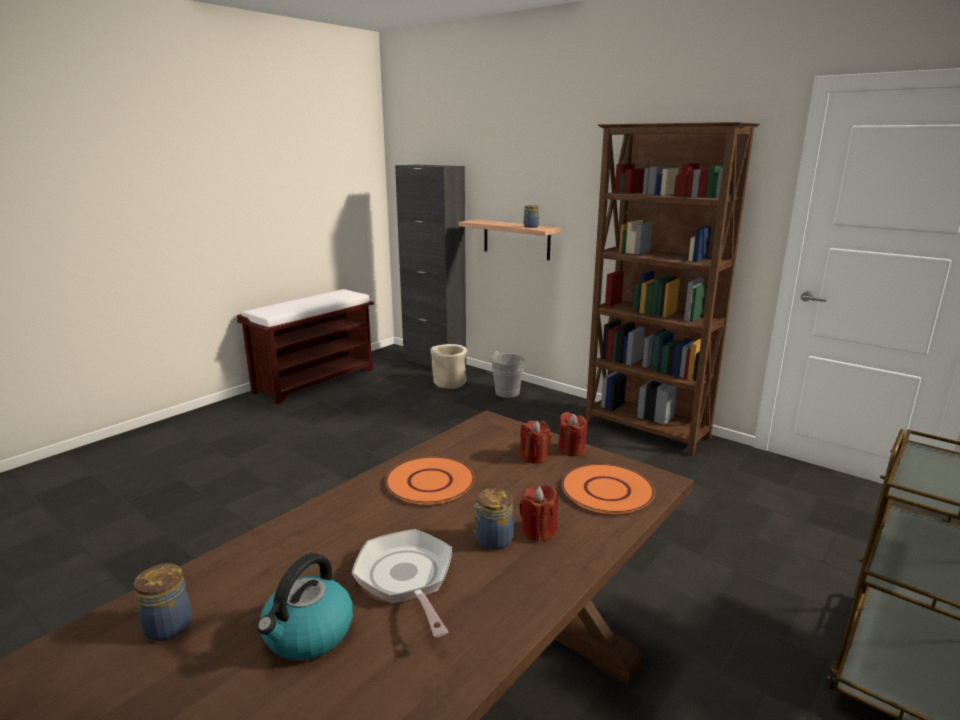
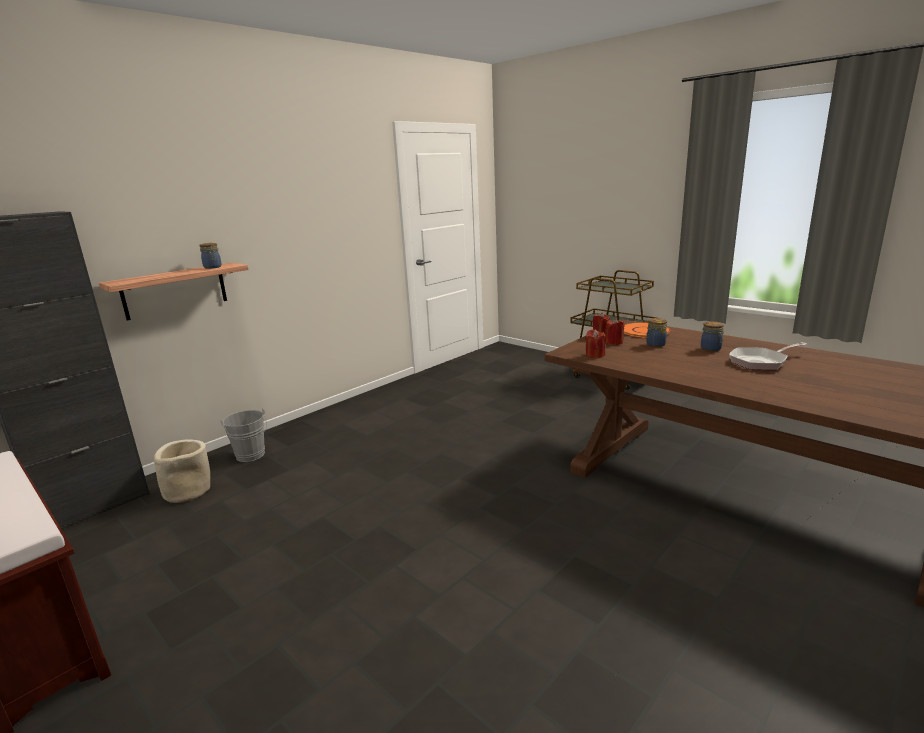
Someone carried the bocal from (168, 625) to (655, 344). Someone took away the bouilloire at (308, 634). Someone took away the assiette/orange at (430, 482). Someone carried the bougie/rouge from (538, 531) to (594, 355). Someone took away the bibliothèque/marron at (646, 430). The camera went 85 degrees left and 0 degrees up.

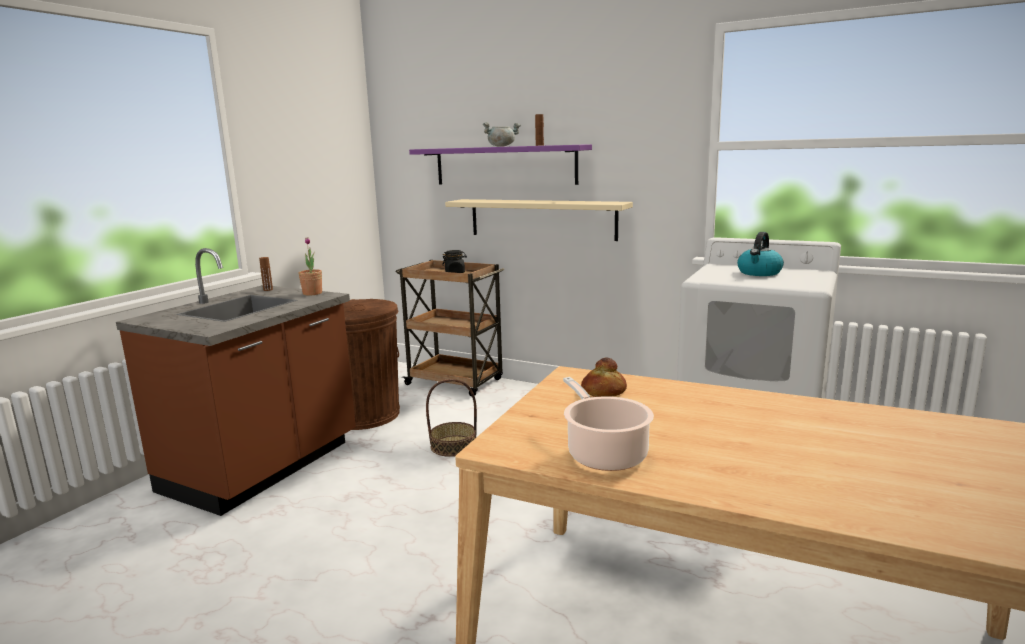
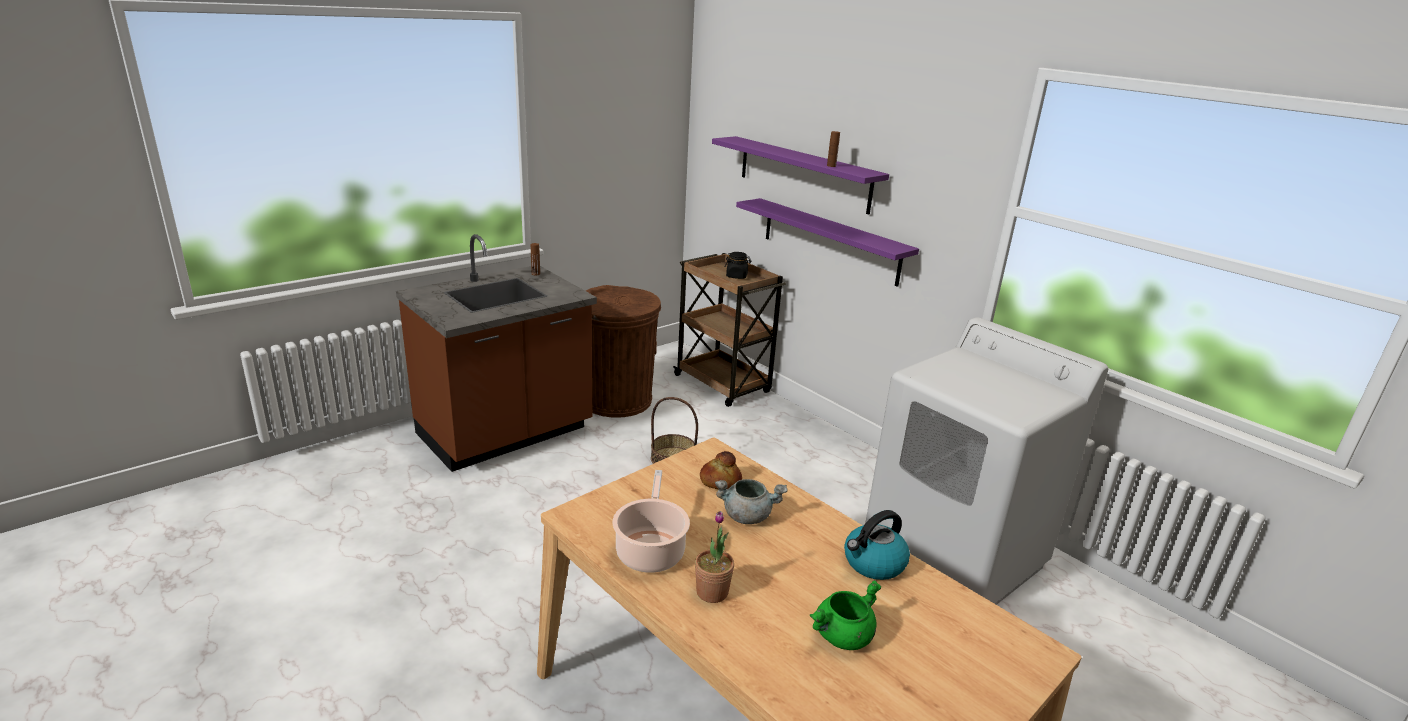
Someone carried the plante en pot from (312, 293) to (712, 592). Someone repainted the étagère/beige at (541, 219), which became the étagère/violet at (830, 241). Someone carried the marmite/gris from (501, 146) to (747, 516). Someone carried the bouilloire from (759, 273) to (873, 563). Someone put down the marmite/vert at (842, 637). The camera went 20 degrees right and 10 degrees up.

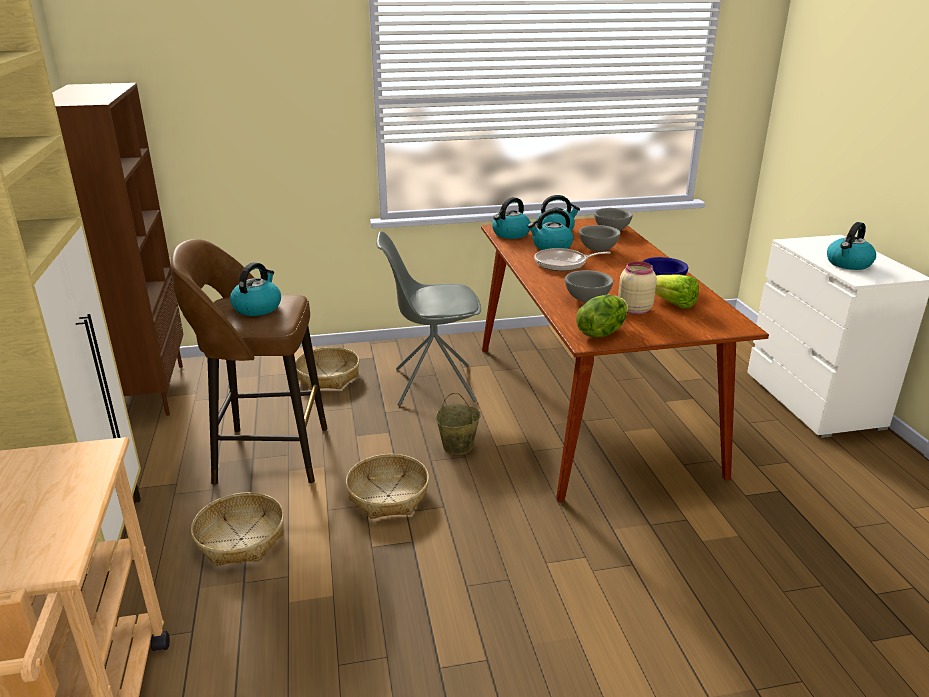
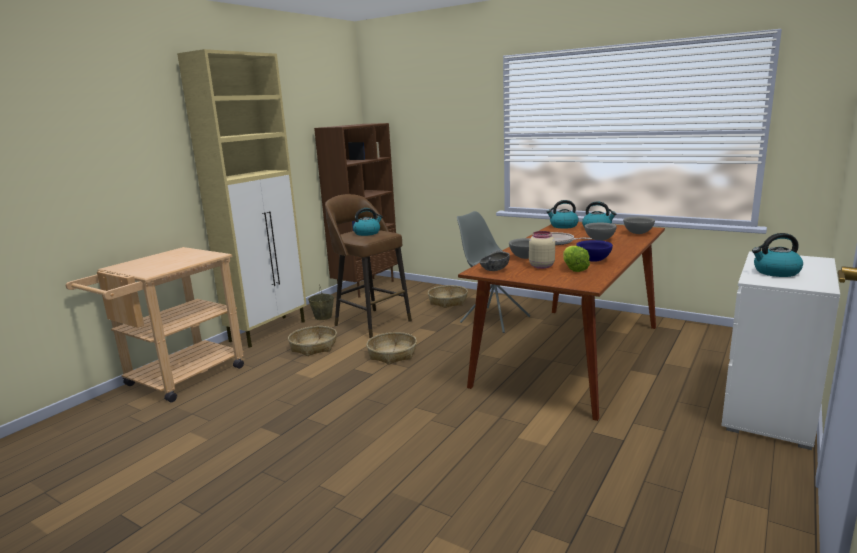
Someone carried the seau/beige from (457, 447) to (322, 317). Someone took away the bouilloire at (551, 246). Someone swapped the laitue at (601, 332) for the bol/gris at (494, 270). The camera went 45 degrees right and 10 degrees down.

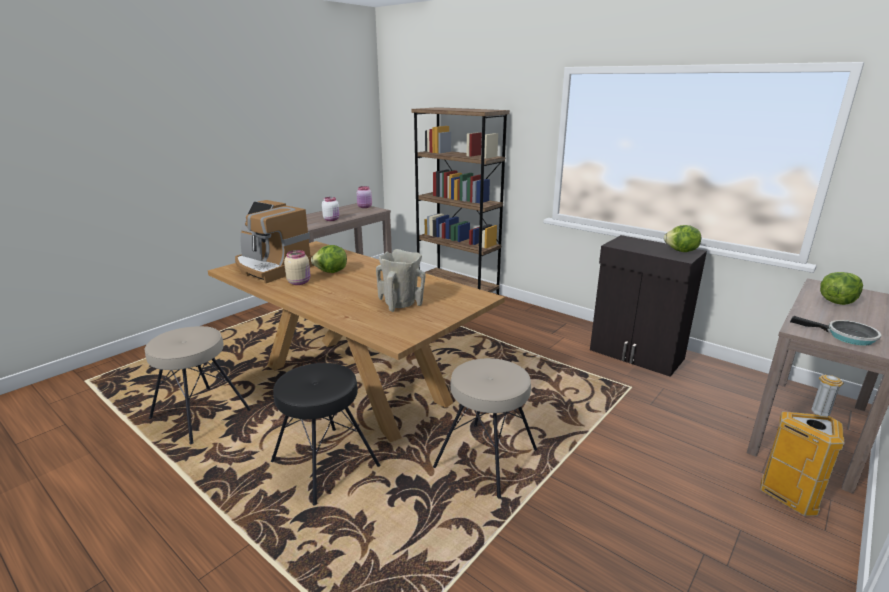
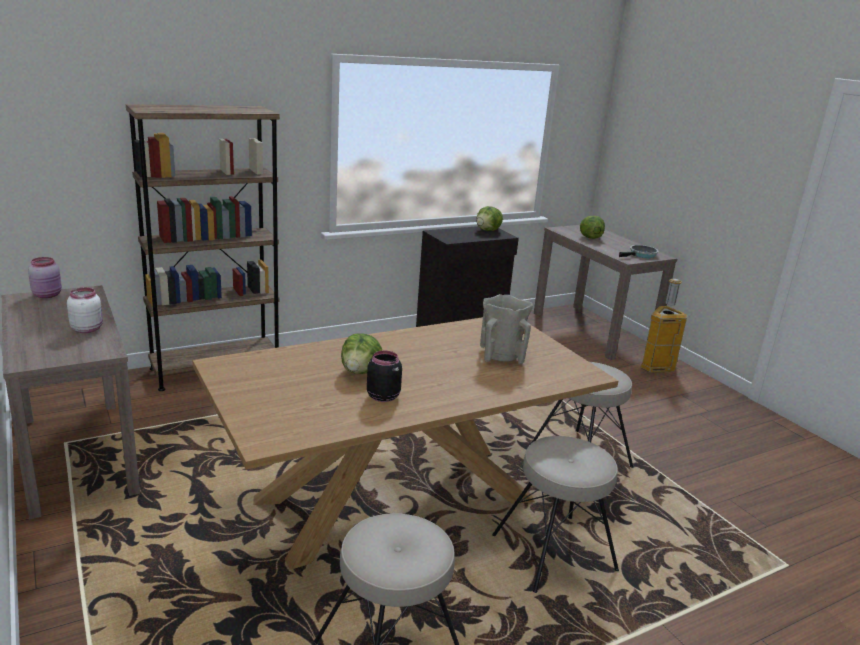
Someone took away the machine à café at (271, 268). Someone repainted the tabouret/noir at (324, 465), which became the tabouret/beige at (554, 553). Someone repainted the bocal/beige at (299, 282), which became the bocal/noir at (383, 396). The camera went 70 degrees left and 0 degrees up.

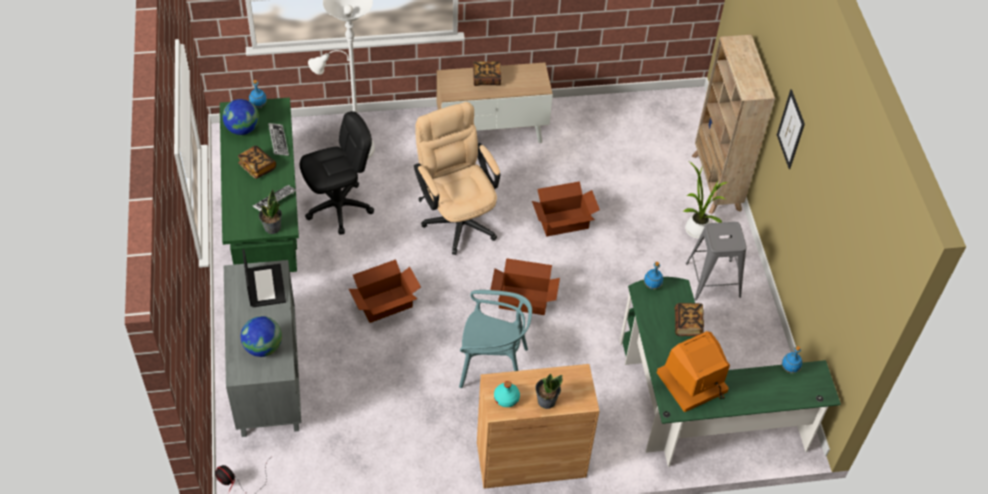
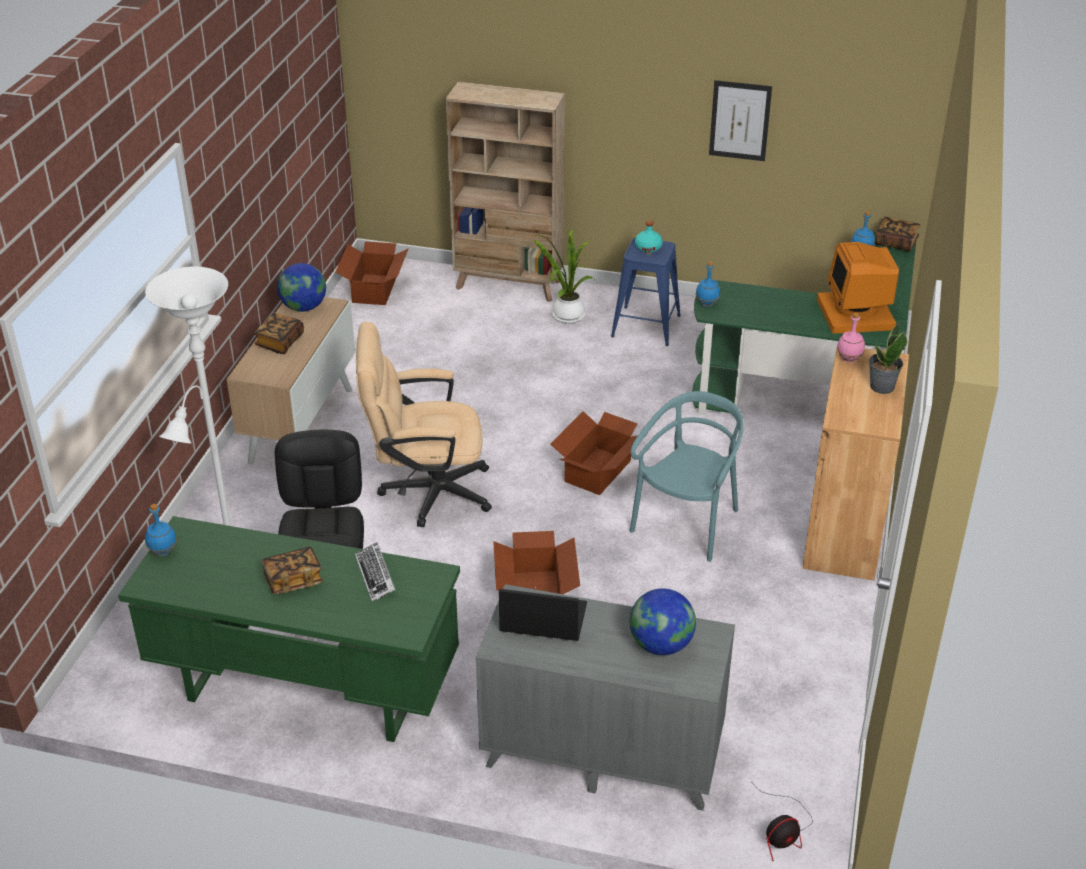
Someone carried the globe from (242, 129) to (304, 307). Someone took away the plante en pot at (272, 227). Someone took away the clavier at (278, 141). Someone carried the bouteille/turquoise from (506, 398) to (648, 247). Someone carried the carton from (564, 222) to (375, 289). Someone carried the livre from (688, 324) to (895, 243). Someone repainted the tabouret/gris at (713, 280), which became the tabouret/bleu at (646, 326). Someone carried the tableau from (791, 129) to (740, 120). Someone put down the bouteille/rose at (849, 359). The camera went 65 degrees left and 15 degrees down.

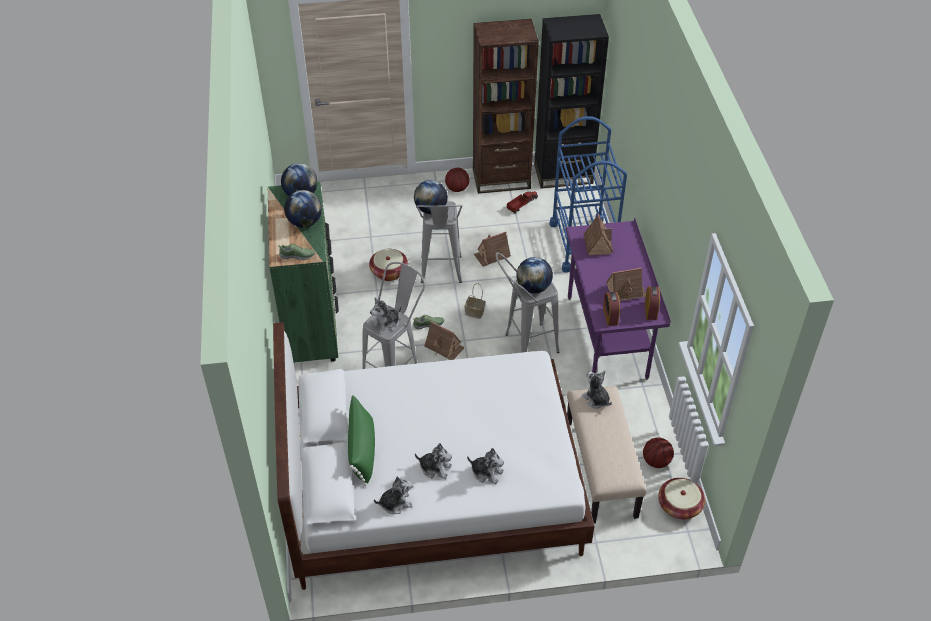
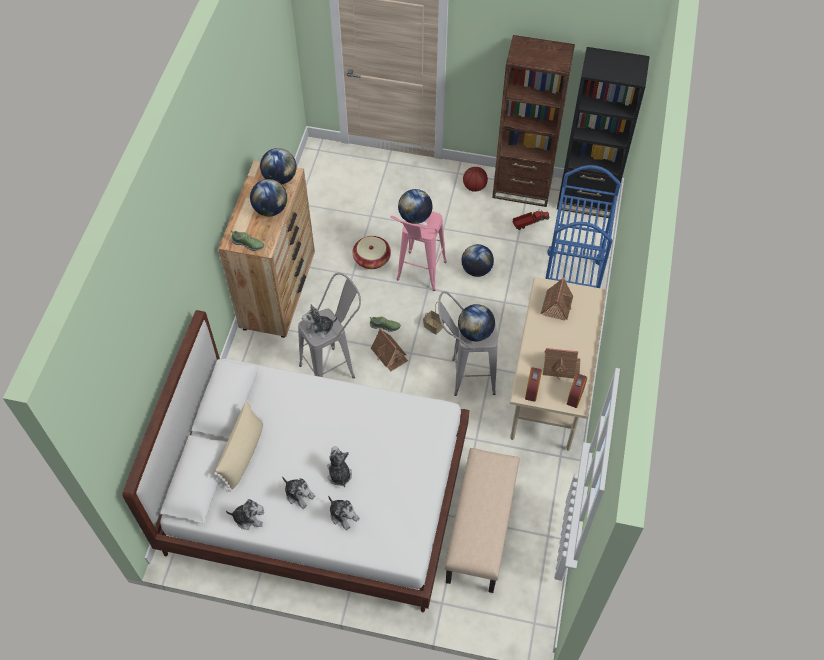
Someone repainted the commode/vert at (311, 324), which became the commode/marron at (279, 293). Someone repainted the coussin/vert at (362, 450), which became the coussin/beige at (243, 453). Someone repainted the tabouret/gris at (441, 275), which became the tabouret/rose at (419, 277). Someone swapped the maison miniature at (492, 255) for the globe at (476, 270). Someone repainted the bureau/violet at (607, 337), which became the bureau/beige at (549, 393). Someone carried the peluche from (596, 399) to (339, 474). Someone took away the ballon de basket at (656, 461). Someone took away the panier at (679, 506). The camera went 20 degrees right and 10 degrees up.

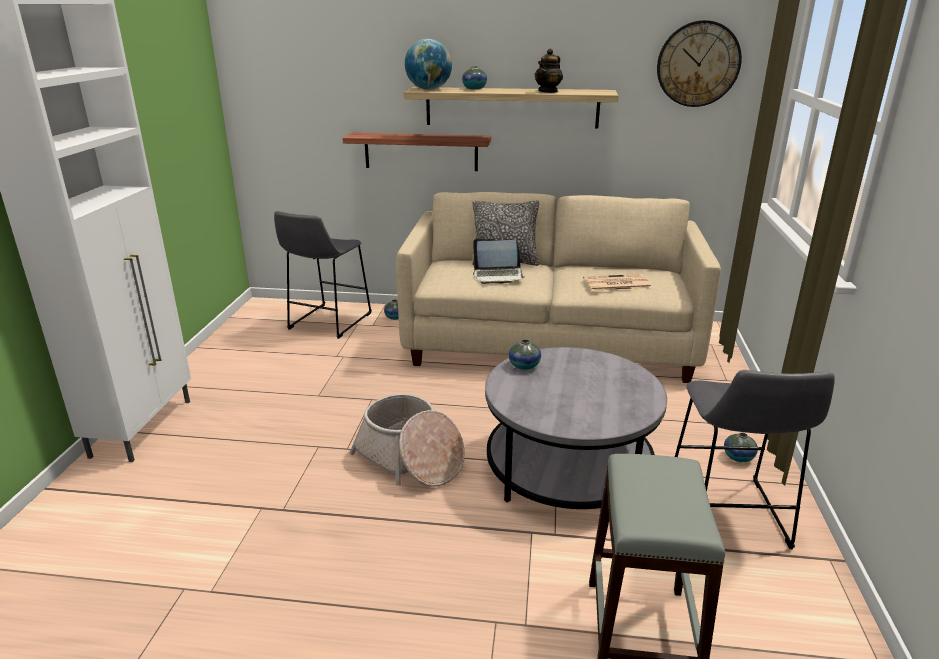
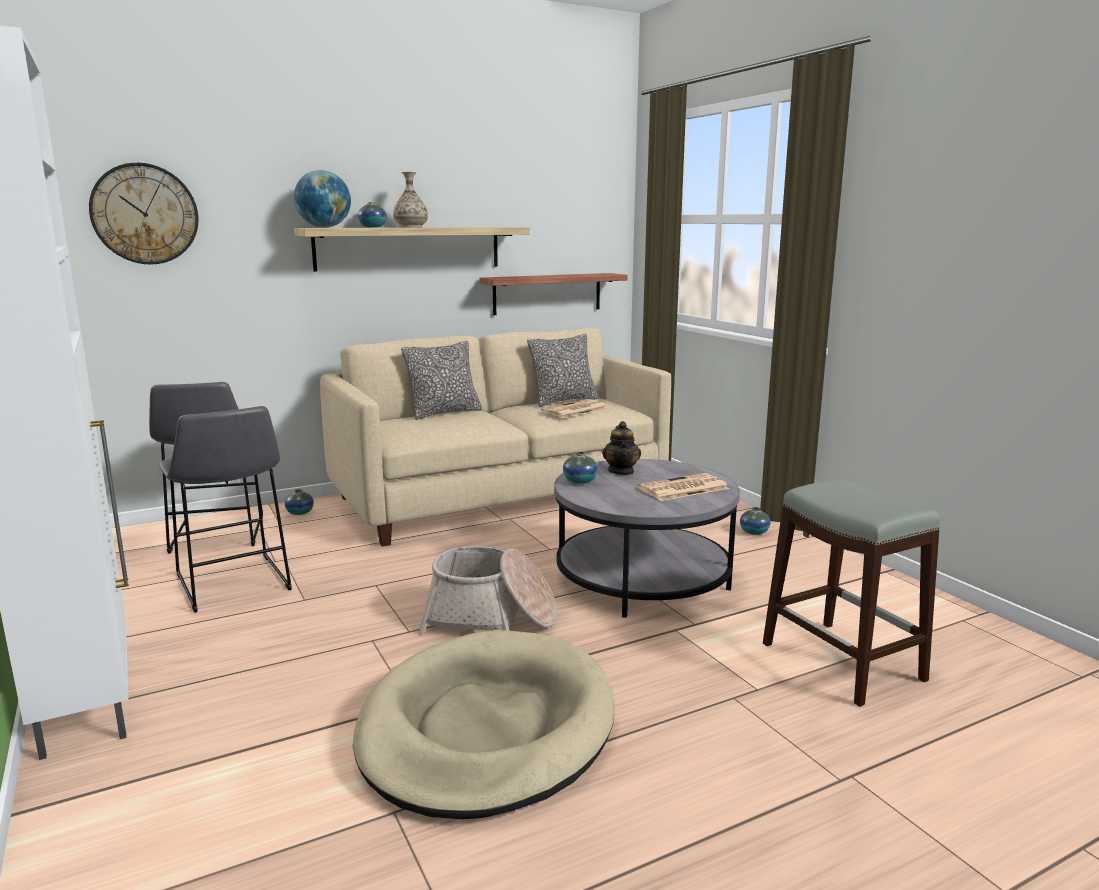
Someone carried the étagère from (421, 151) to (547, 293). Someone took away the ordinateur portable at (498, 276). Someone carried the théière from (548, 91) to (621, 471). Someone carried the horloge murale from (698, 64) to (145, 214). Someone carried the tabouret/gris from (727, 517) to (233, 585). Someone put down the panier pour chien/beige at (487, 728). Someone put down the vase at (411, 227). Someone put down the coussin at (563, 401). Someone put down the journal at (682, 488). The camera went 35 degrees left and 10 degrees down.

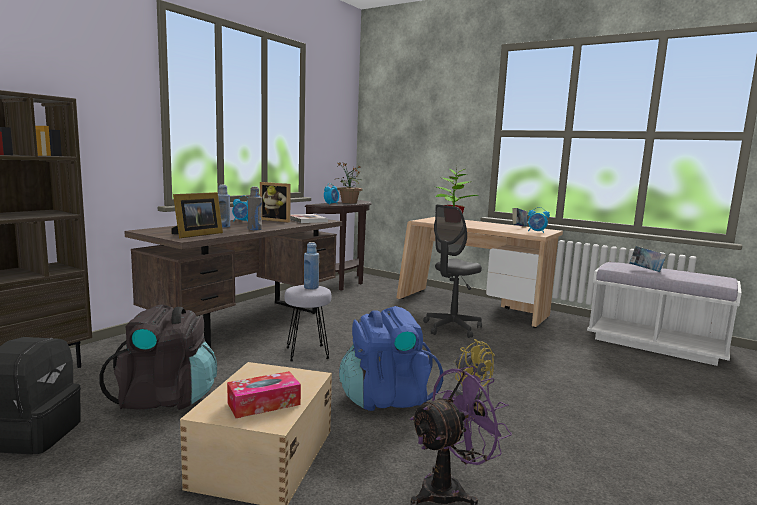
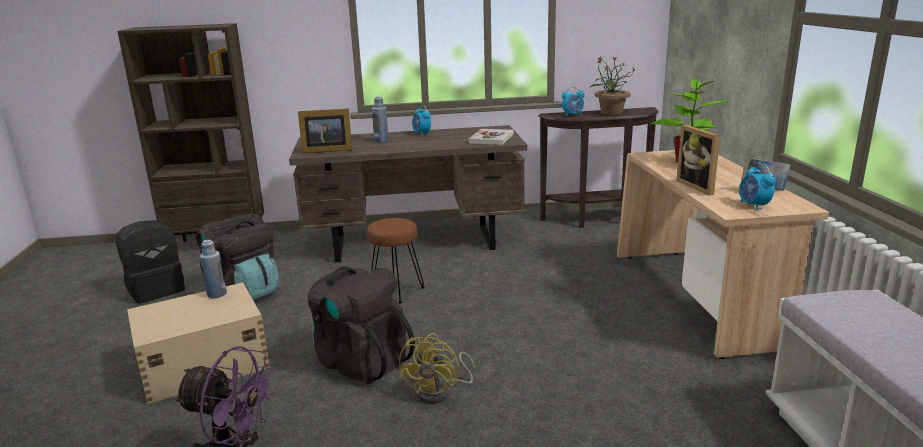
Someone took away the boîte à mouchoirs at (264, 403). Someone took away the bouteille/gris at (254, 229). Someone carried the cadre photo from (277, 220) to (699, 186). Someone repainted the tabouret/gris at (307, 353), which became the tabouret/marron at (396, 291). Someone carried the bouteille/bleu from (311, 287) to (217, 294). Someone repainted the sac à dos/bleu at (386, 398), which became the sac à dos/noir at (360, 361). Someone took away the chaise de bureau/gris at (452, 328). Someone took away the livre at (646, 270). The camera went 50 degrees right and 10 degrees up.

